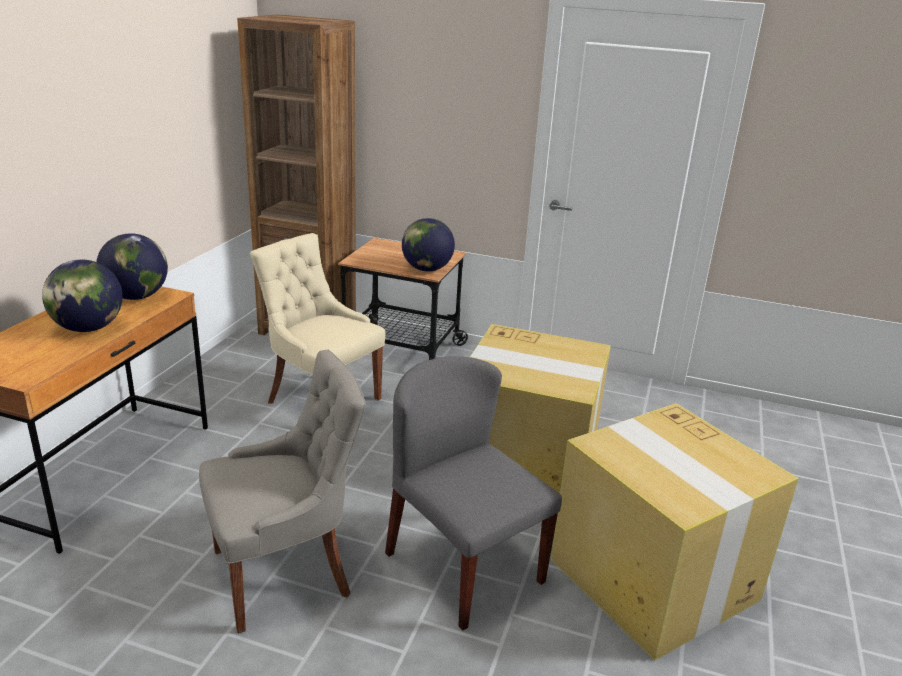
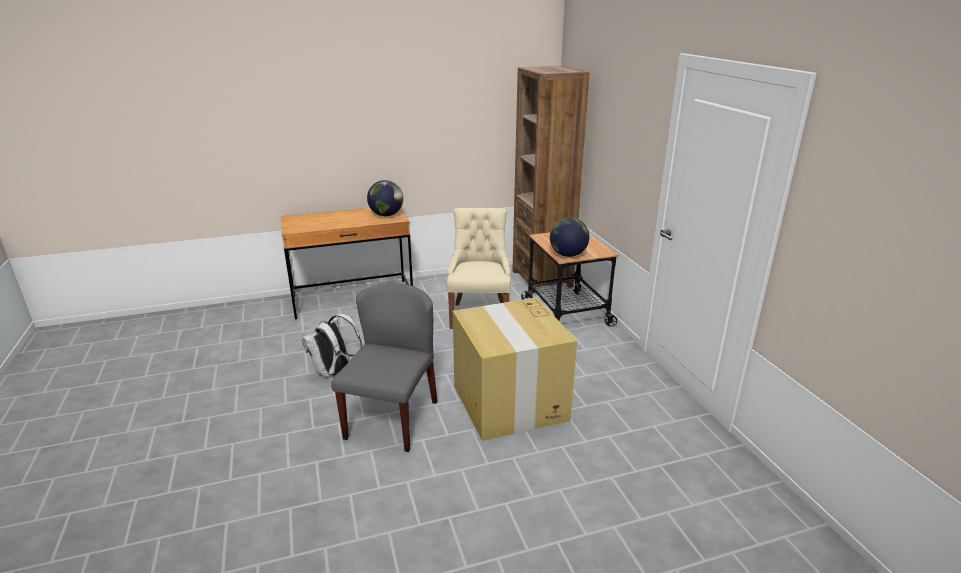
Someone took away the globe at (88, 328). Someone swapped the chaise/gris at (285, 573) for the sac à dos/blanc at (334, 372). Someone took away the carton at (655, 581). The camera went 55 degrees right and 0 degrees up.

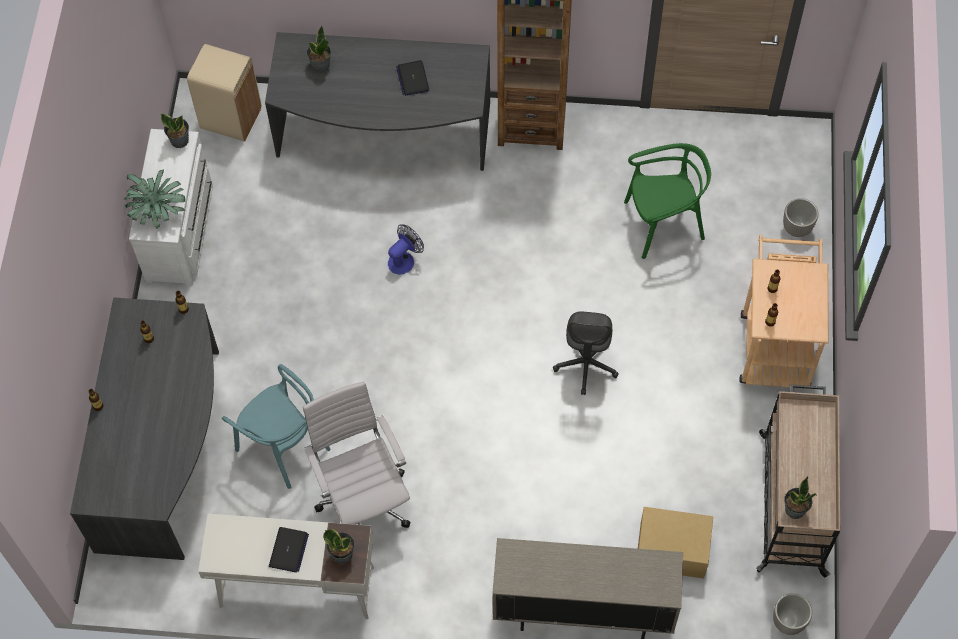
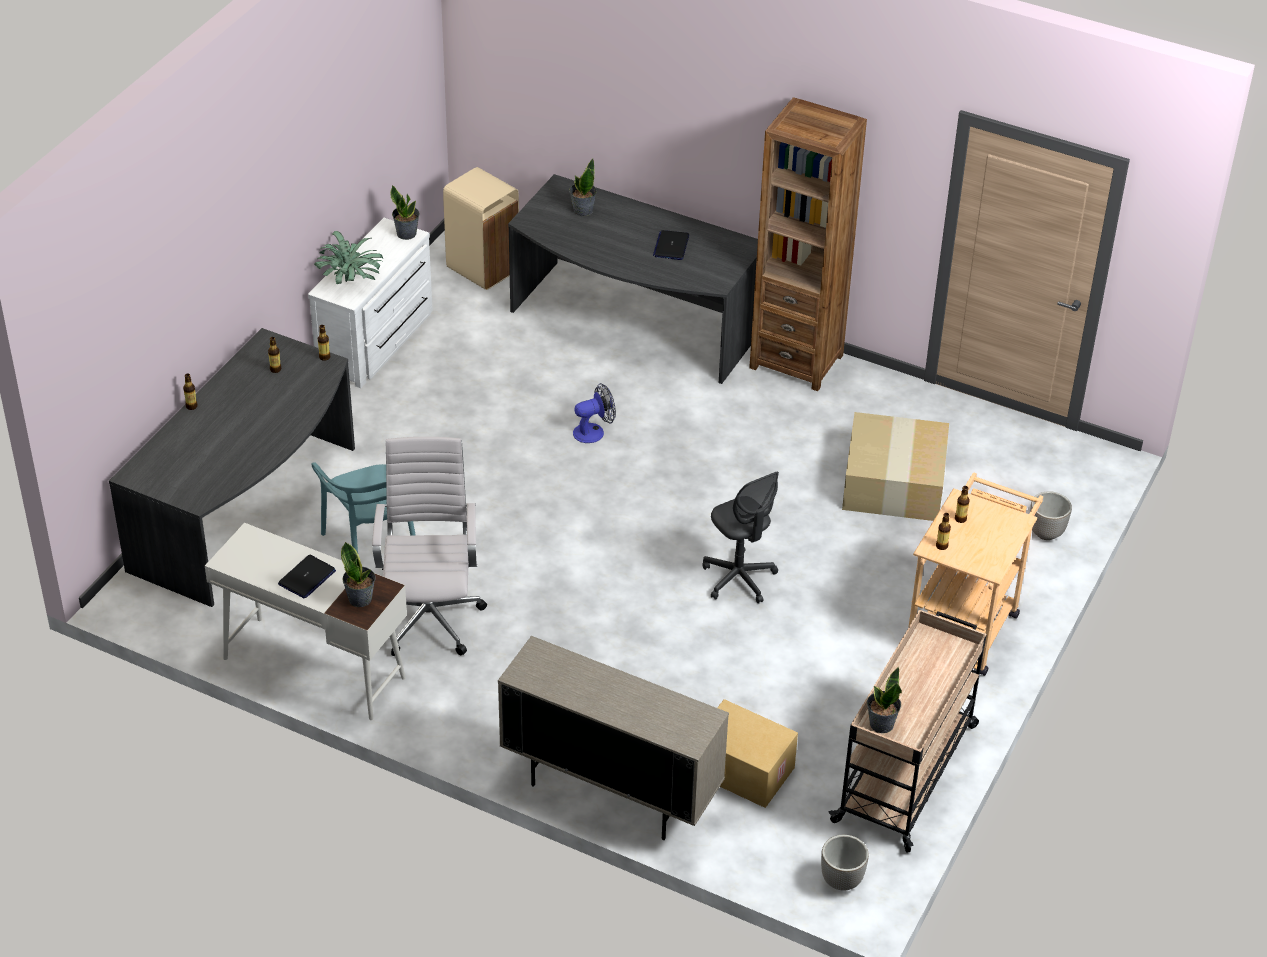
Someone rotated the chaise de bureau/gris at (586, 365) by 60 degrees counterclockwise. Someone swapped the chaise/vert at (663, 223) for the carton at (895, 484). The camera went 20 degrees right and 20 degrees down.

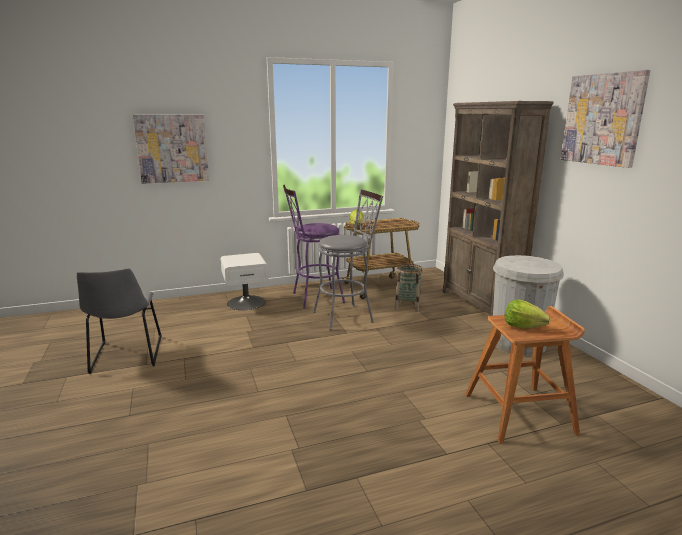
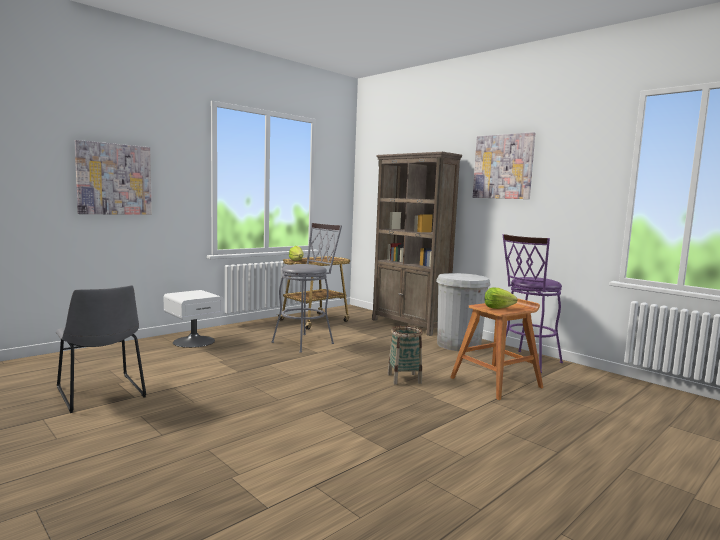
Someone carried the tabouret/violet from (313, 298) to (526, 362). Someone carried the panier from (407, 306) to (404, 379). The camera went 25 degrees left and 10 degrees down.

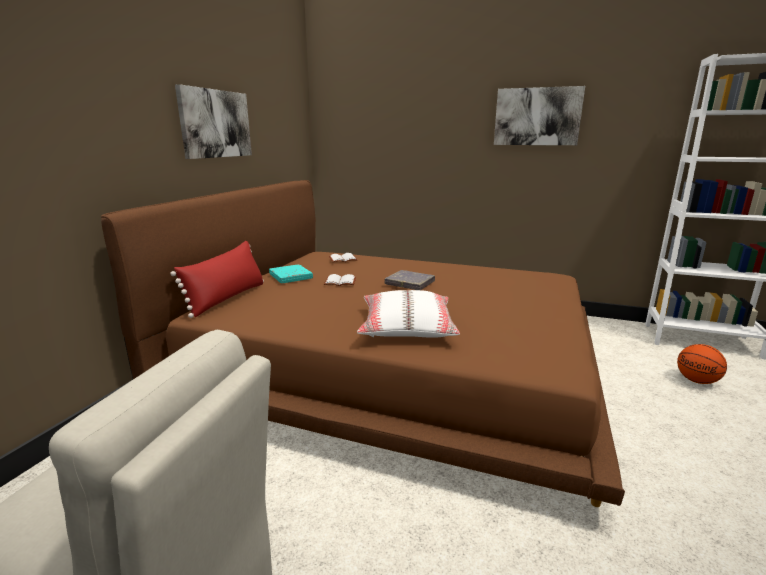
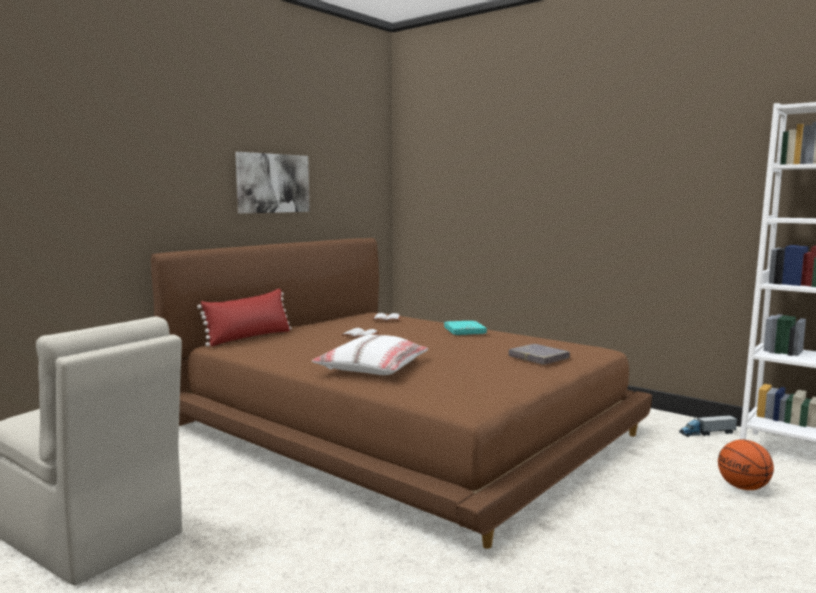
Someone carried the livre/turquoise from (291, 277) to (464, 331). Someone carried the livre/gris from (410, 283) to (538, 358). Someone took away the tableau at (537, 117). Someone put down the camion jouet at (707, 433). The camera went 20 degrees right and 10 degrees down.

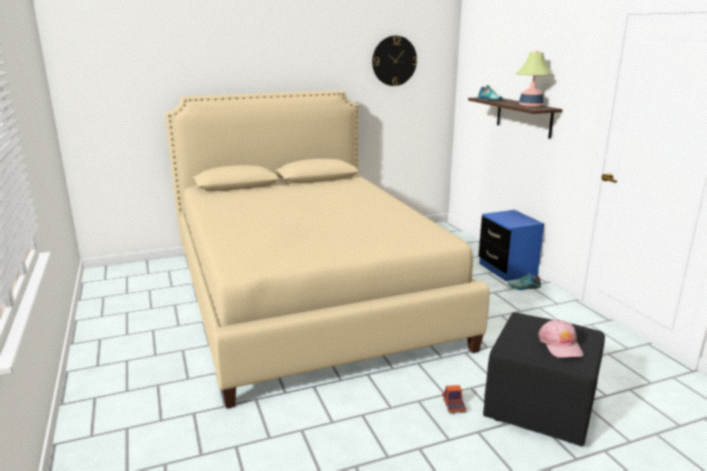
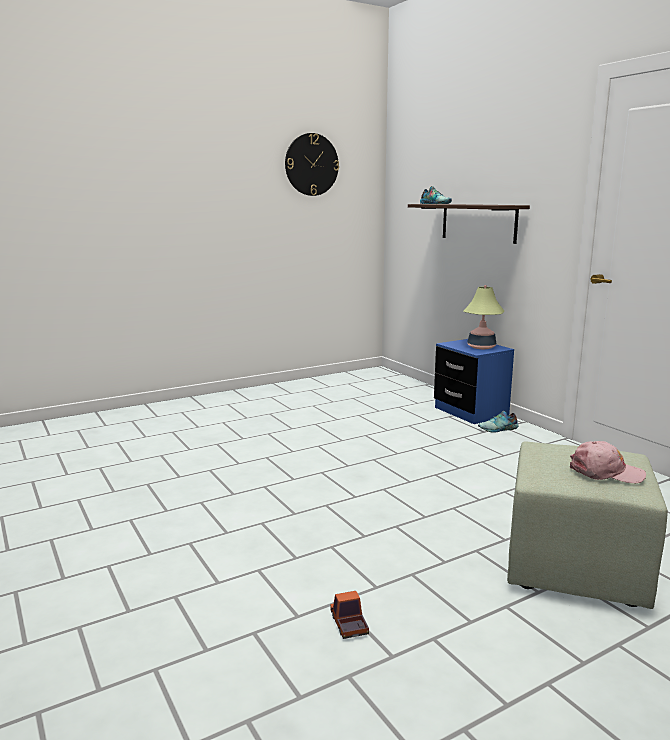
Someone took away the lit/beige at (308, 296). Someone carried the camion jouet from (453, 405) to (349, 625). Someone repainted the pouf/noir at (540, 410), which became the pouf/vert at (576, 569). Someone carried the lampe de table from (530, 106) to (481, 347). Someone rotated the casquette/rose at (560, 345) by 60 degrees counterclockwise. The camera went 10 degrees left and 5 degrees down.

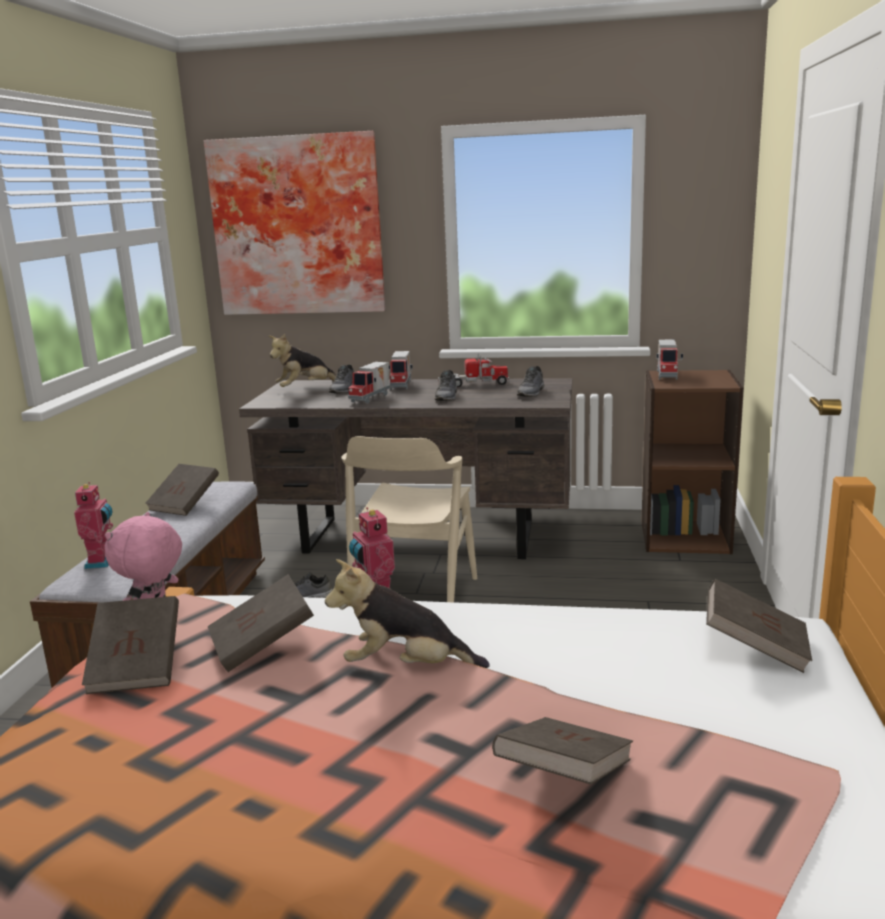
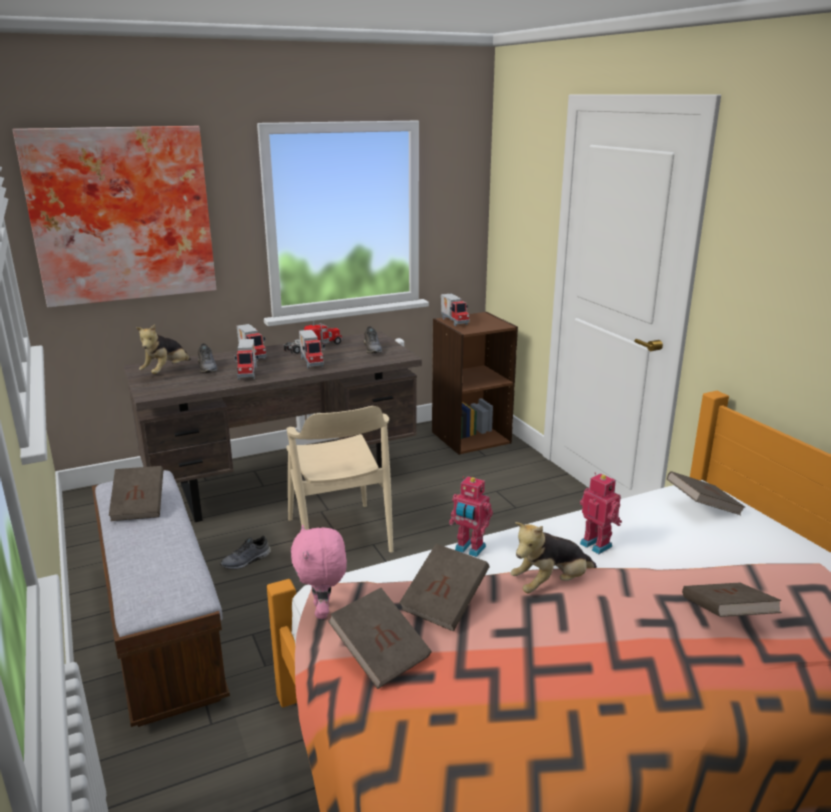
Someone carried the robot jouet from (102, 562) to (597, 544). Someone swapped the chaussure/gris at (447, 397) for the camion jouet at (312, 362). The camera went 35 degrees left and 5 degrees up.

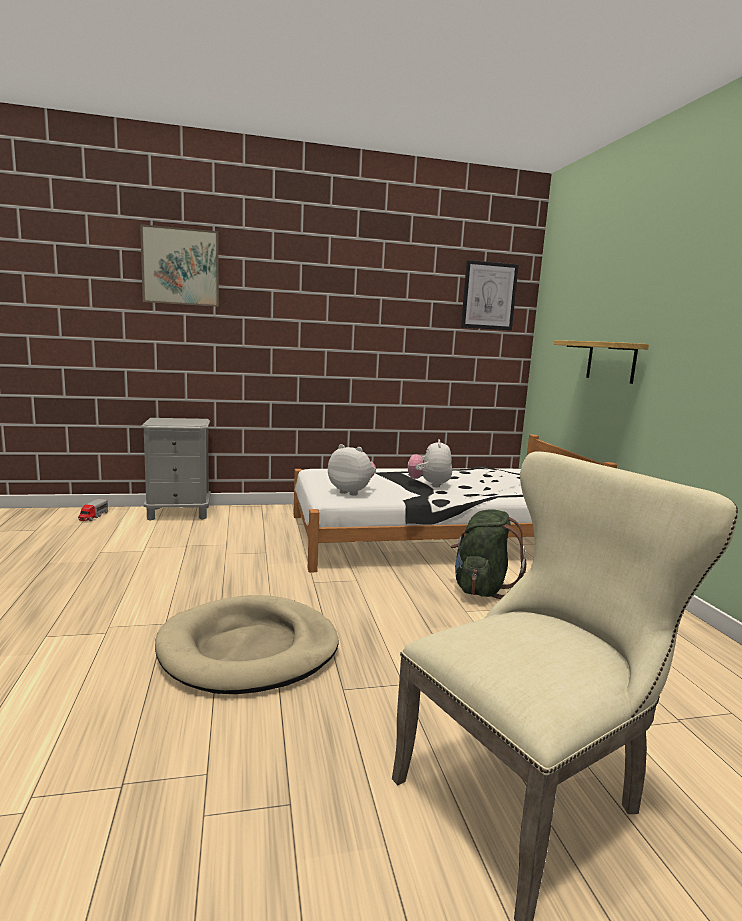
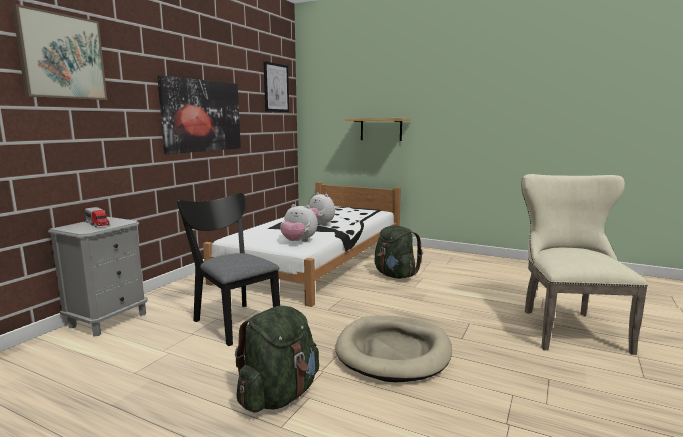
Someone carried the camion jouet from (93, 516) to (98, 224). Someone rotated the peluche at (351, 492) by 135 degrees counterclockwise. Someone put up the tableau at (202, 116). Someone put down the chaise/noir at (233, 321). Someone put down the sac à dos/vert at (279, 395). The camera went 50 degrees left and 0 degrees up.

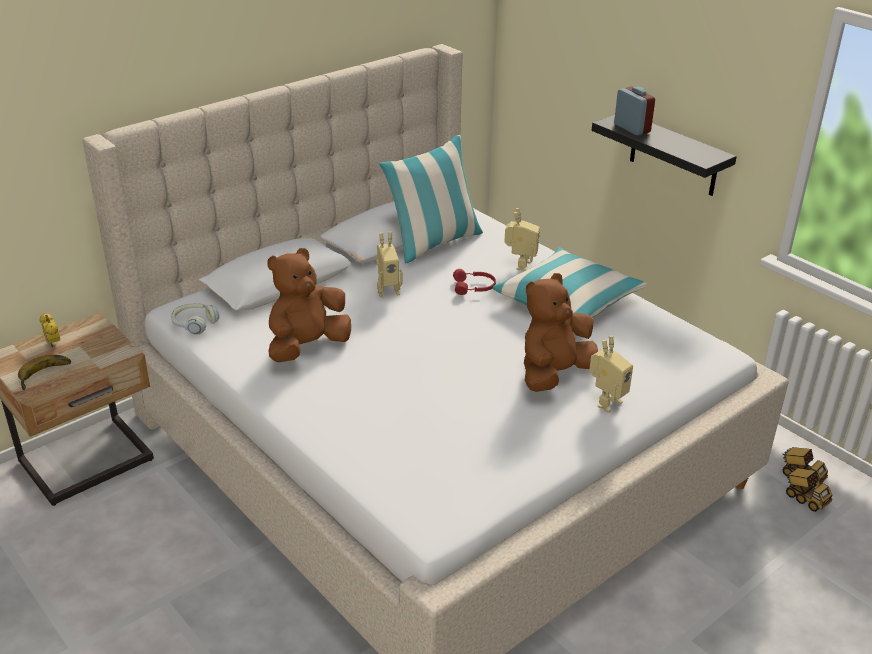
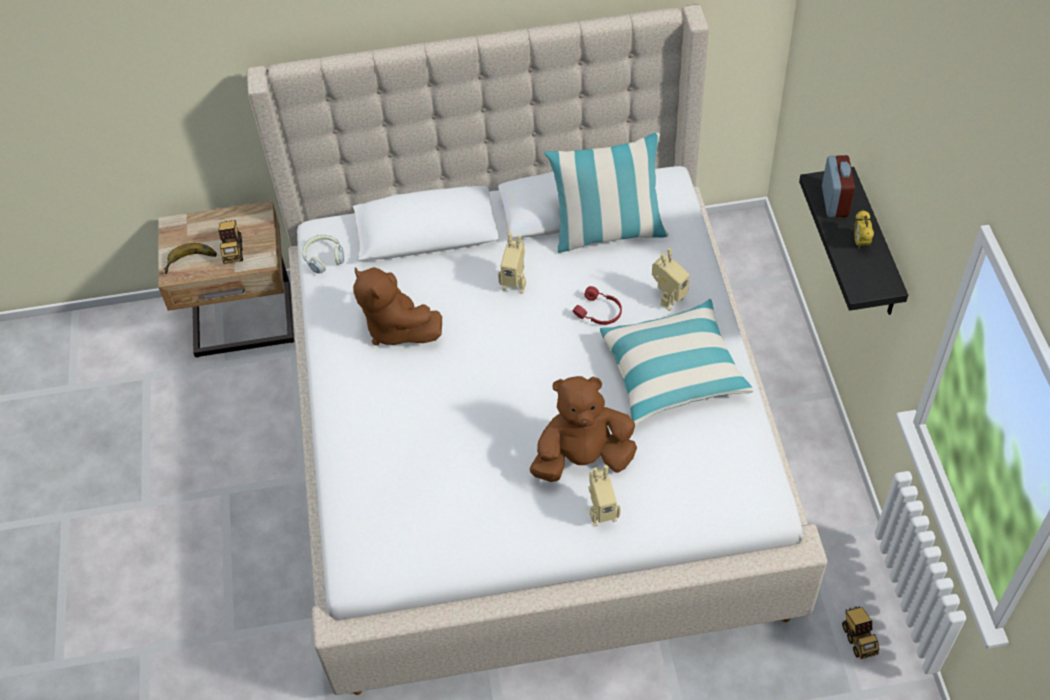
Someone carried the réveil from (53, 343) to (860, 242). Someone rotated the peluche/marron at (307, 347) by 120 degrees counterclockwise. Someone carried the camion jouet from (805, 499) to (233, 250). The camera went 35 degrees right and 20 degrees up.

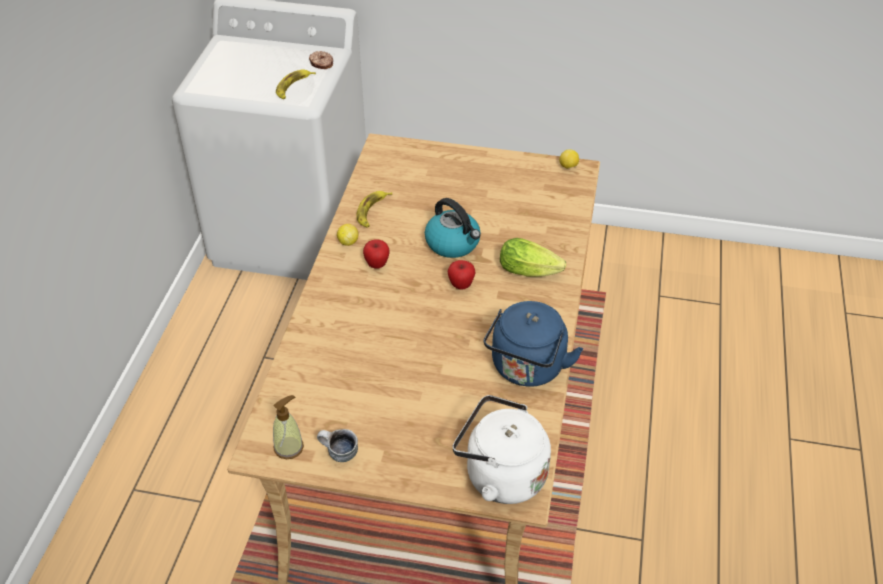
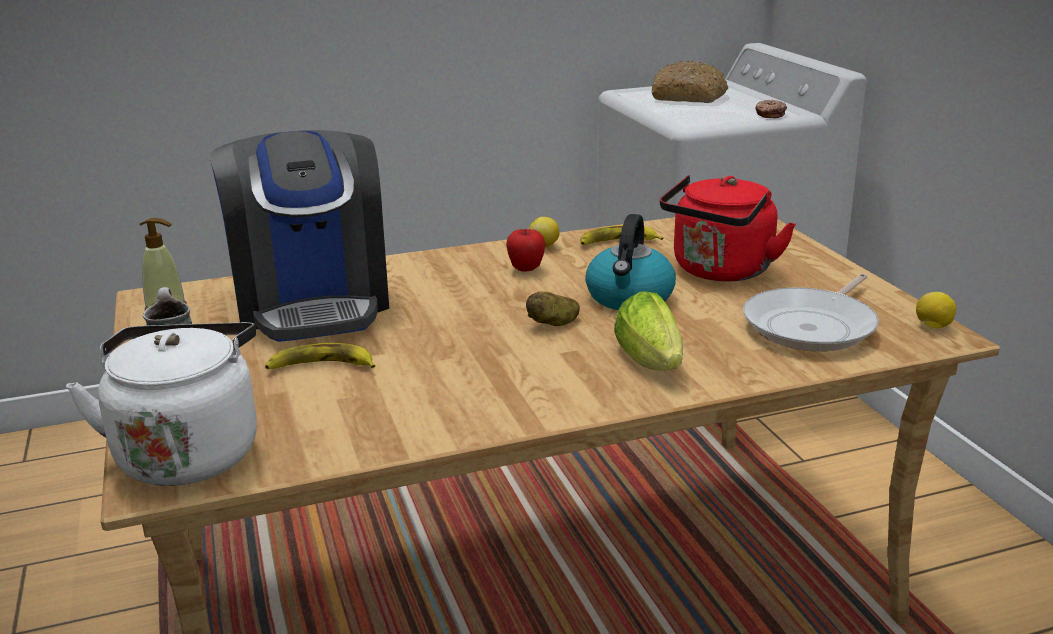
Someone carried the banane from (293, 87) to (321, 367). Someone swapped the pomme at (461, 285) for the pomme de terre at (553, 323). Someone took away the bouilloire/bleu at (527, 369). Someone put down the machine à café at (312, 303). Someone put down the pain at (689, 97). Someone put down the bouilloire/rouge at (719, 272). Someone put down the poêle at (813, 326). The camera went 60 degrees right and 20 degrees down.

